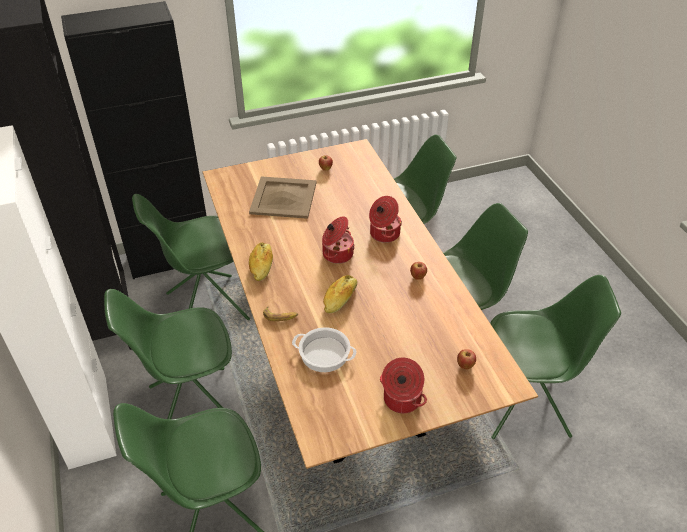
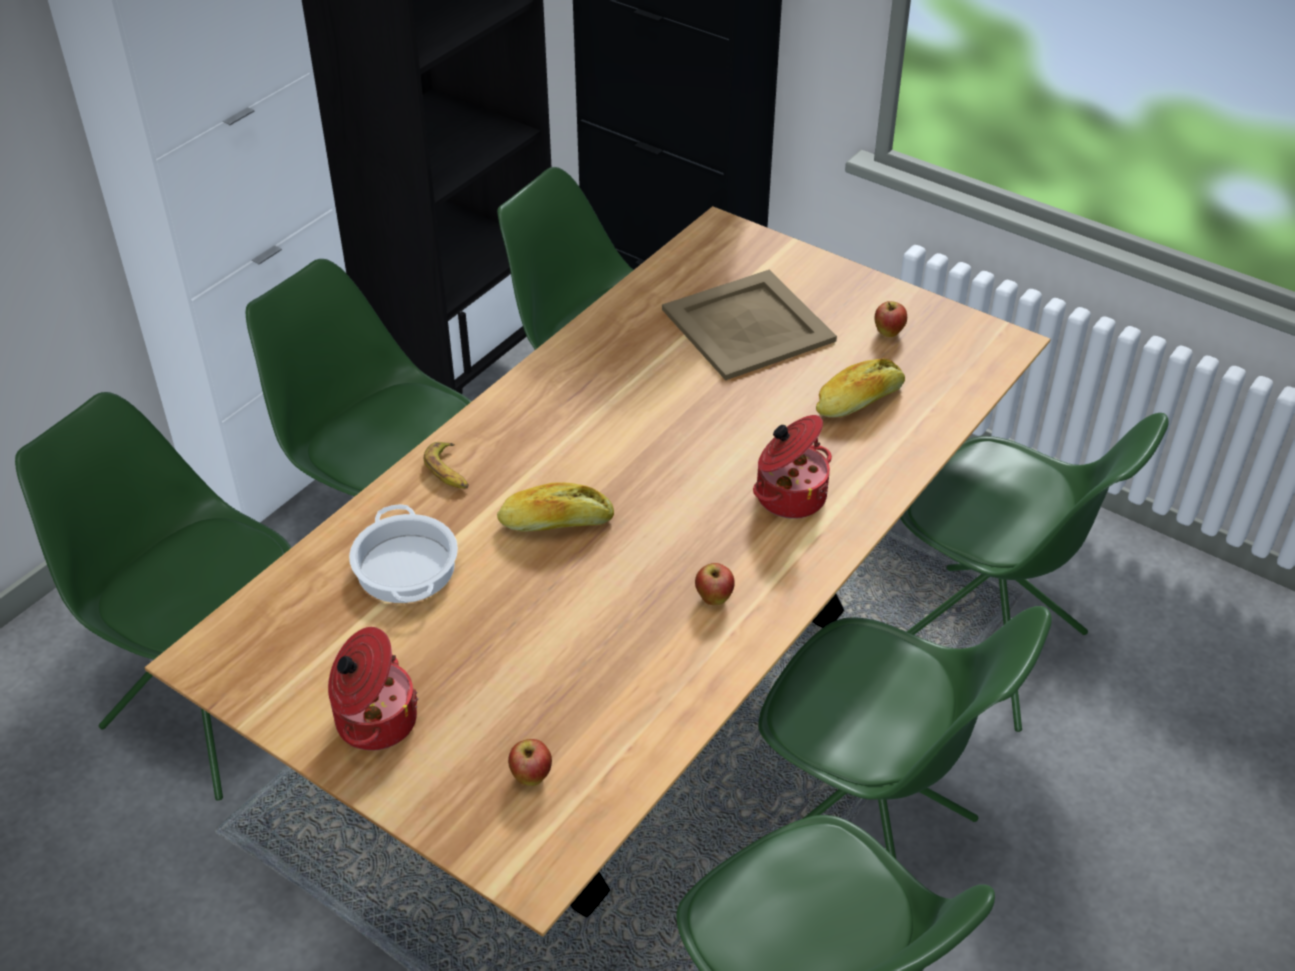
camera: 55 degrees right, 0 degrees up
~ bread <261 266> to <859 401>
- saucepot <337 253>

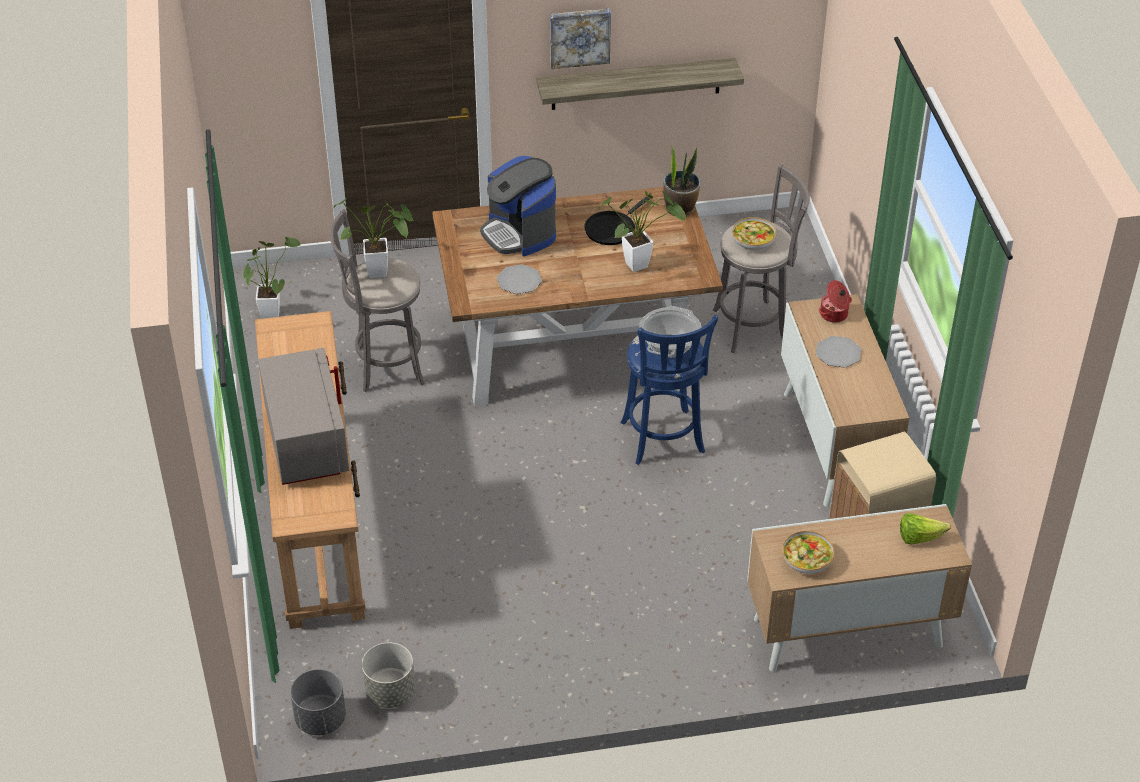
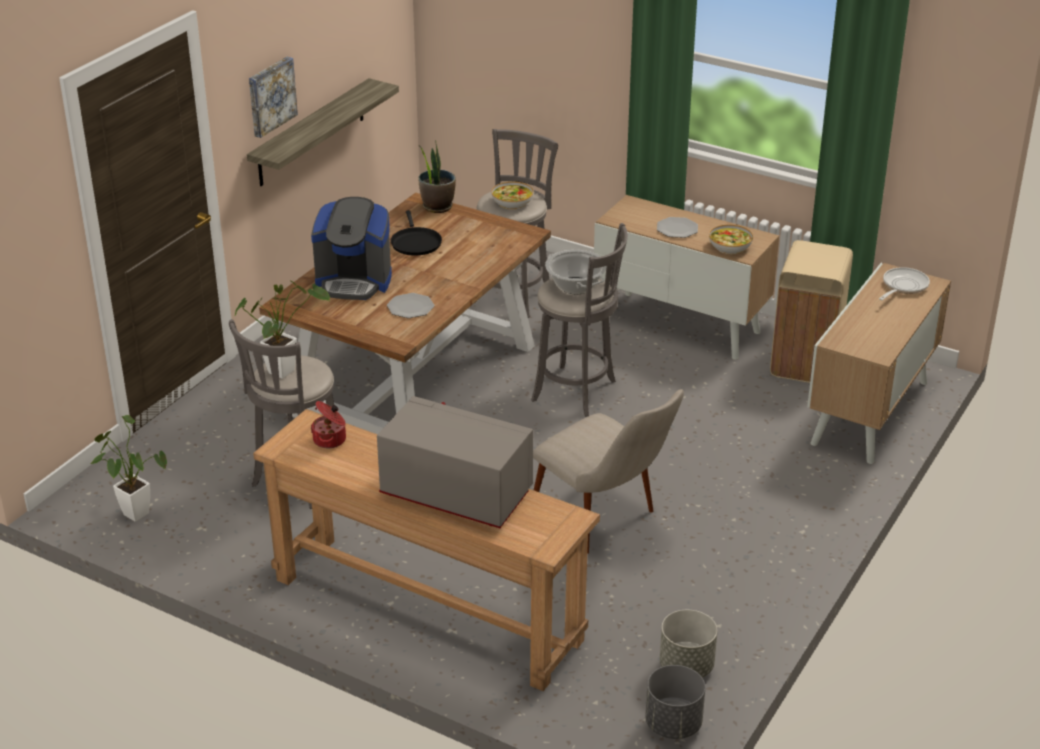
camera: 50 degrees left, 10 degrees down
~ saucepot <834 314> to <330 440>
~ blue-coloured_stool_seat <663 440> to greyish_stool_seat <578 392>
+ beige-coloured_plain_chair <606 523>
~ bowl <807 560> to <730 247>
~ lettuce_head <919 538> to frying_pan <903 286>
- houseplant <641 264>

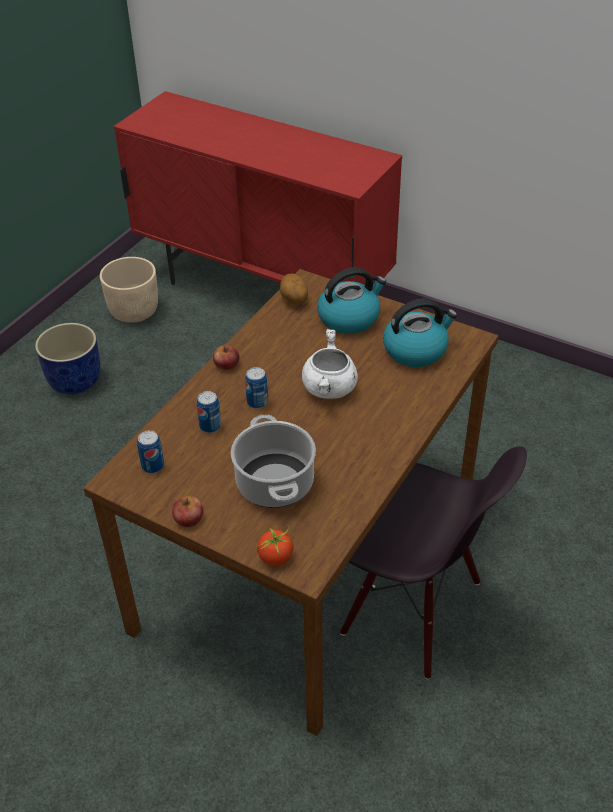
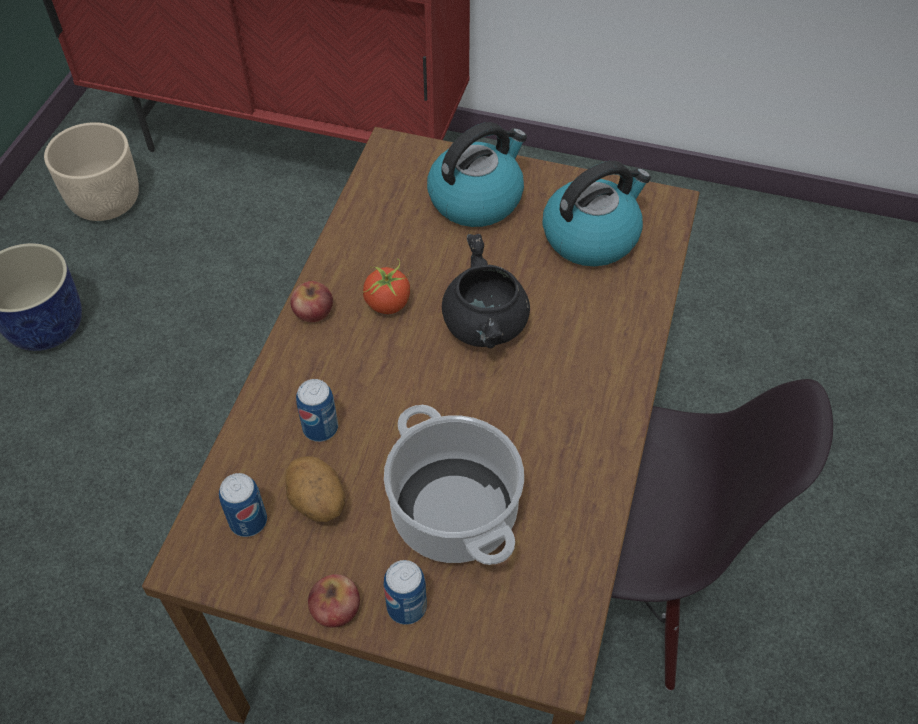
camera: 15 degrees left, 10 degrees up
~ potato <293 300> to <316 502>
~ fresh_tomato <276 557> to <388 303>
~ sealed_can <257 402> to <406 606>
~ white-coloured_saucepot <330 389> to black_saucepot <486 326>

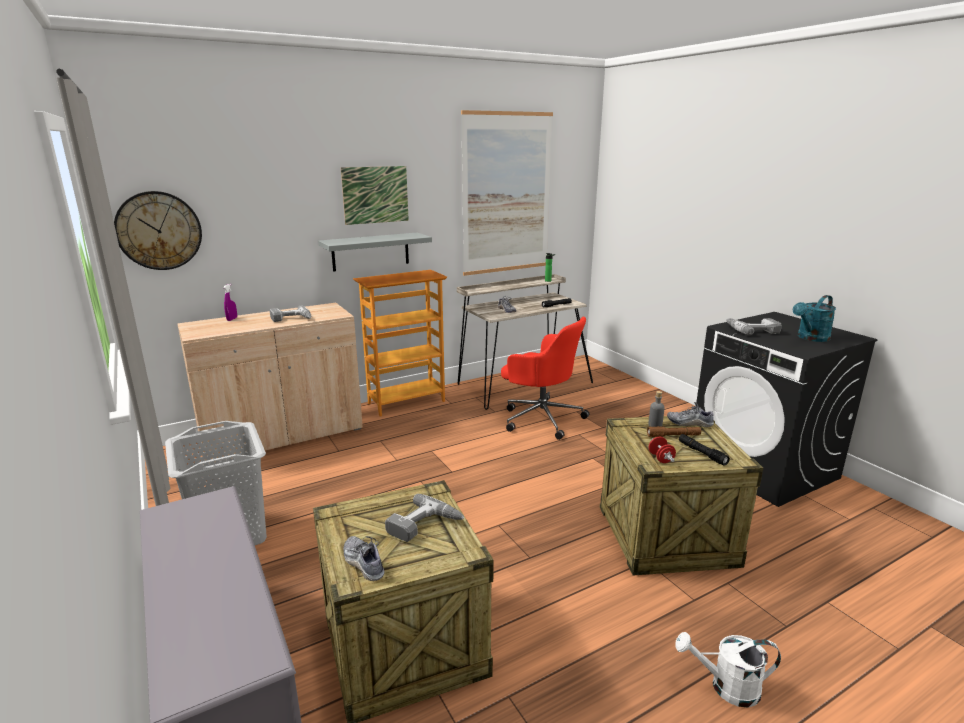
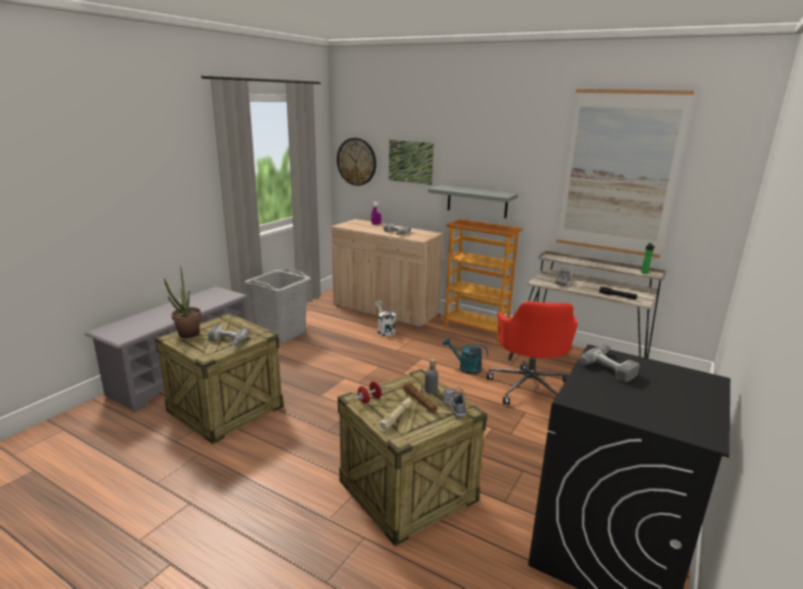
camera: 60 degrees right, 0 degrees up
~ item_of_footwear <363 563> to houseplant <187 336>
~ white-coloured_watering_pot <726 687> to <384 330>
~ black_hand_torch <701 453> to beige-coloured_hand_torch <396 417>
~ wall_picture <375 195> to <410 162>
~ turquoise_watering_pot <810 338> to <465 368>

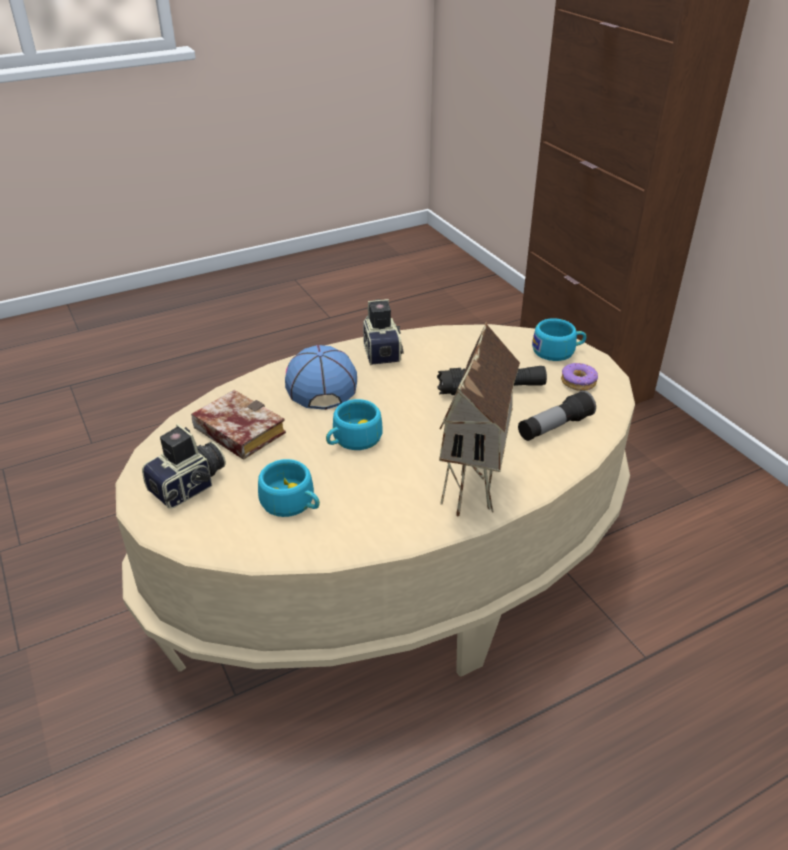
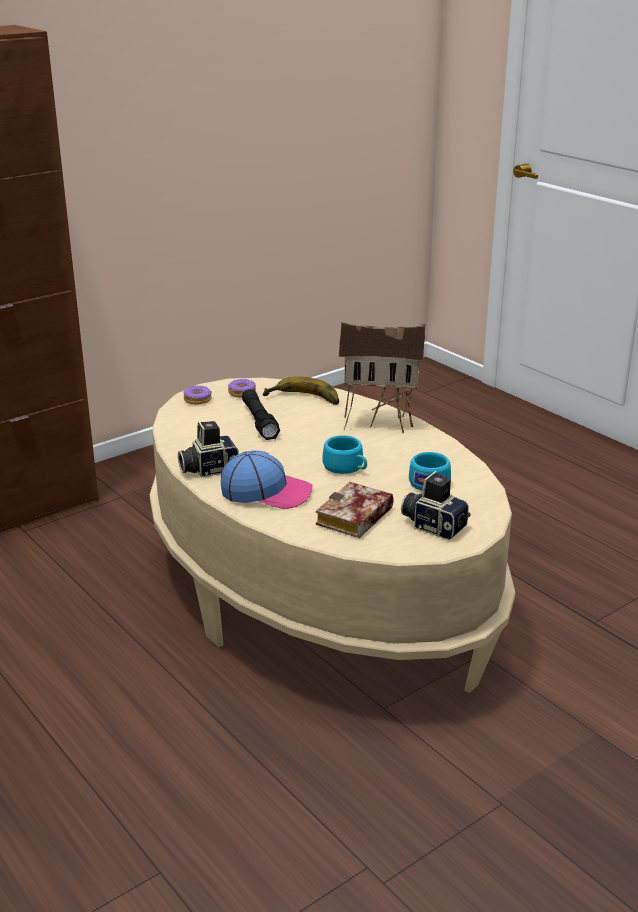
camera: 100 degrees left, 10 degrees down
~ turquoise_cup <558 351> to doughnut <197 400>
~ peaked_cap <319 381> = <266 491> 150 degrees counterclockwise
~ hand_torch <554 427> to banana_fruit <302 400>

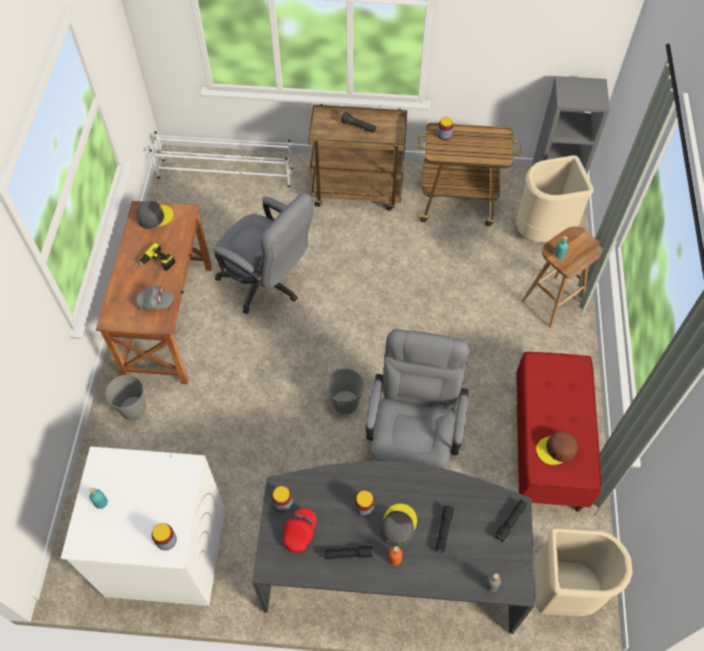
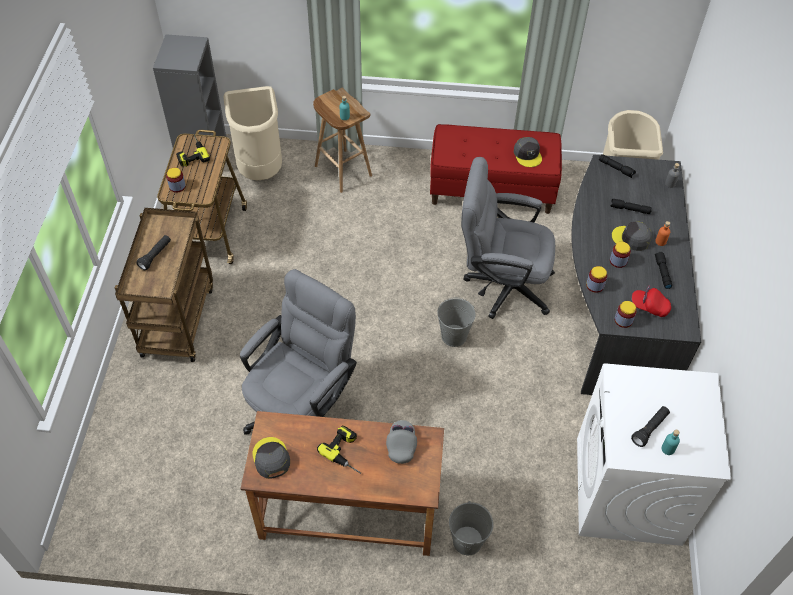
camera: 90 degrees left, 5 degrees down
+ power_drill <191 153>
~ brown-coloured_peaked_cap <556 449> to greyish_peaked_cap <527 154>
~ preserve_jar <166 540> to <595 285>
+ black_hand_torch <649 429>
- white-coloured_shoe_shelf <226 173>

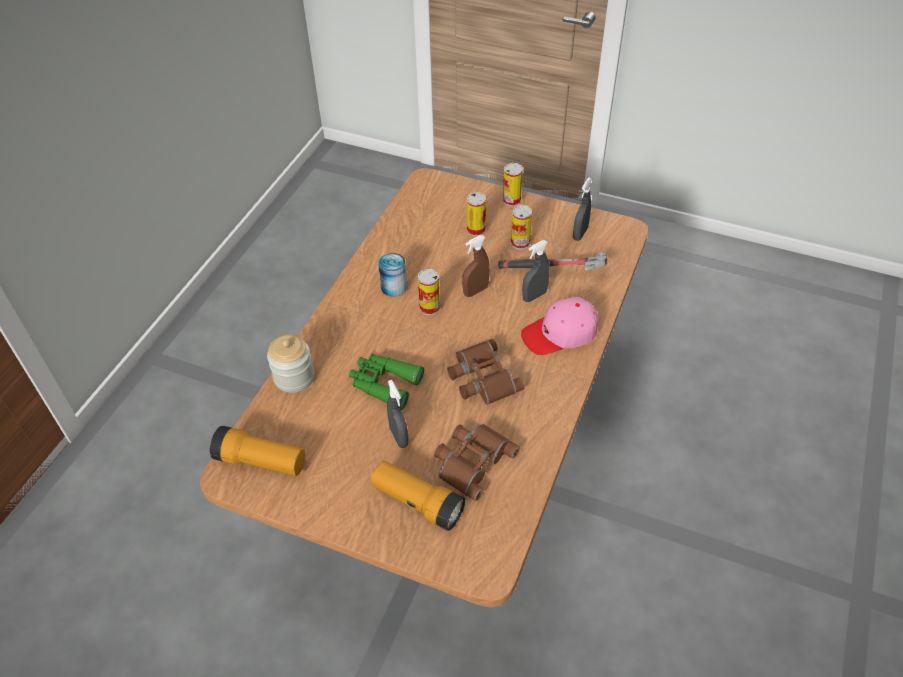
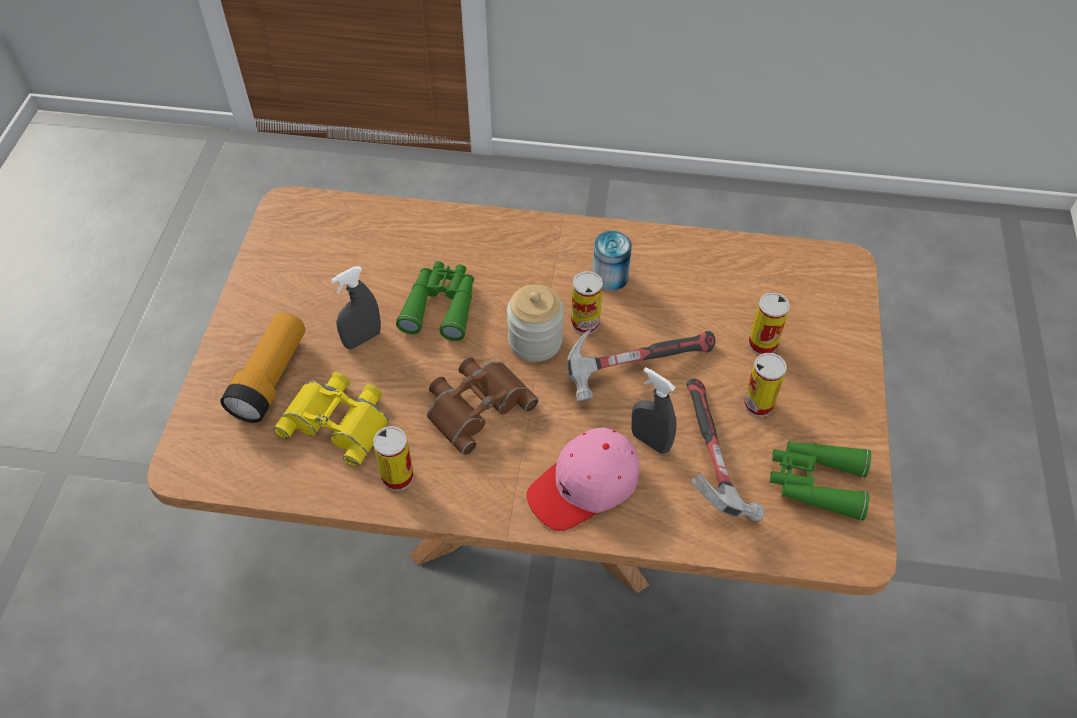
camera: 75 degrees right, 5 degrees up
~ brown-coloured_pair_of_binoculars <472 460> to yellow_pair_of_binoculars <339 420>
~ sealed_can <511 200> to <397 477>
~ preserve_jar <294 377> to <535 341>
~ pink_peaked_cap <560 333> = <584 486> 90 degrees counterclockwise
~ brown-coloured_hand_sprayer <475 291> to hand_hammer <635 368>
~ greyish_hand_sprayer <580 234> to green-coloured_pair_of_binoculars <815 482>
- hand_torch <261 461>

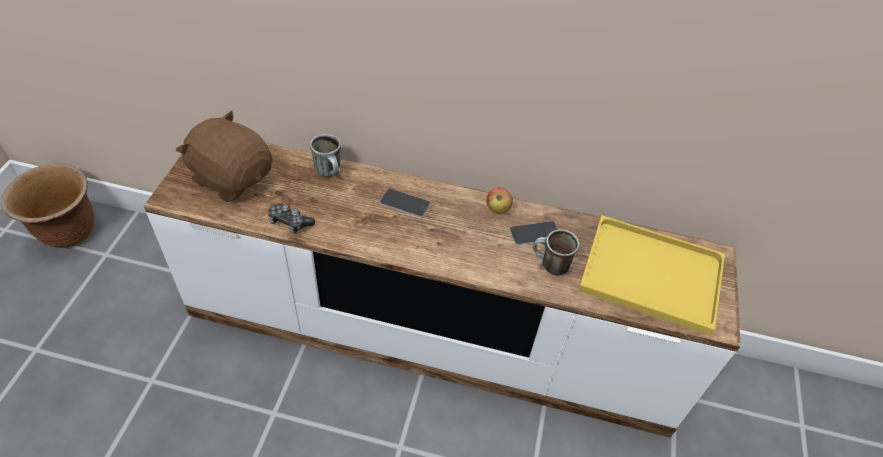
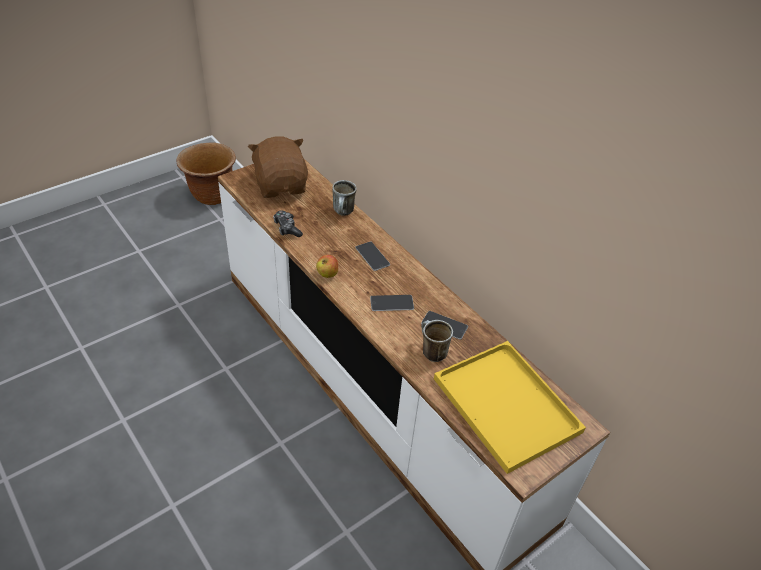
camera: 40 degrees right, 5 degrees down
~ whole_apple <498 209> to <327 274>
+ handset <392 303>

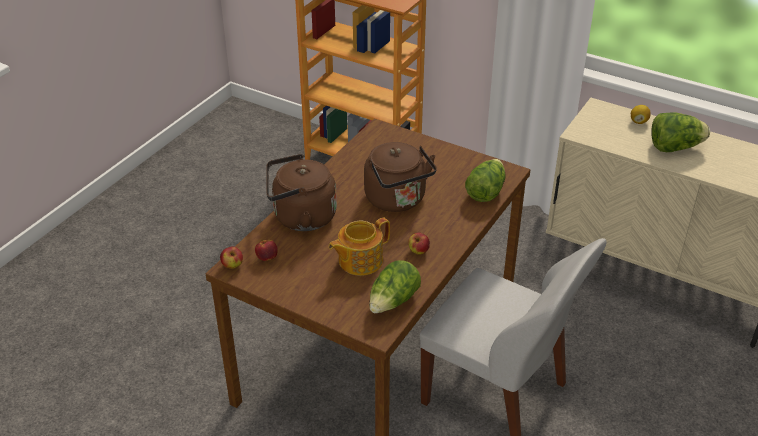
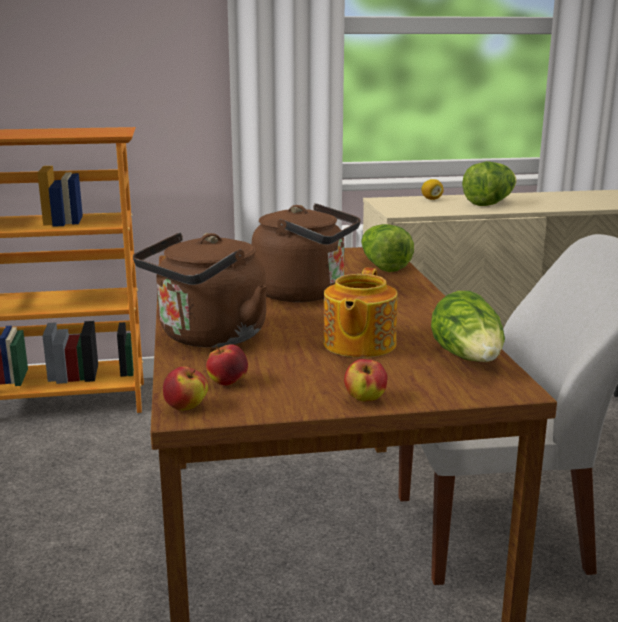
camera: 40 degrees left, 20 degrees down
~ whole_apple <418 251> to <365 399>

